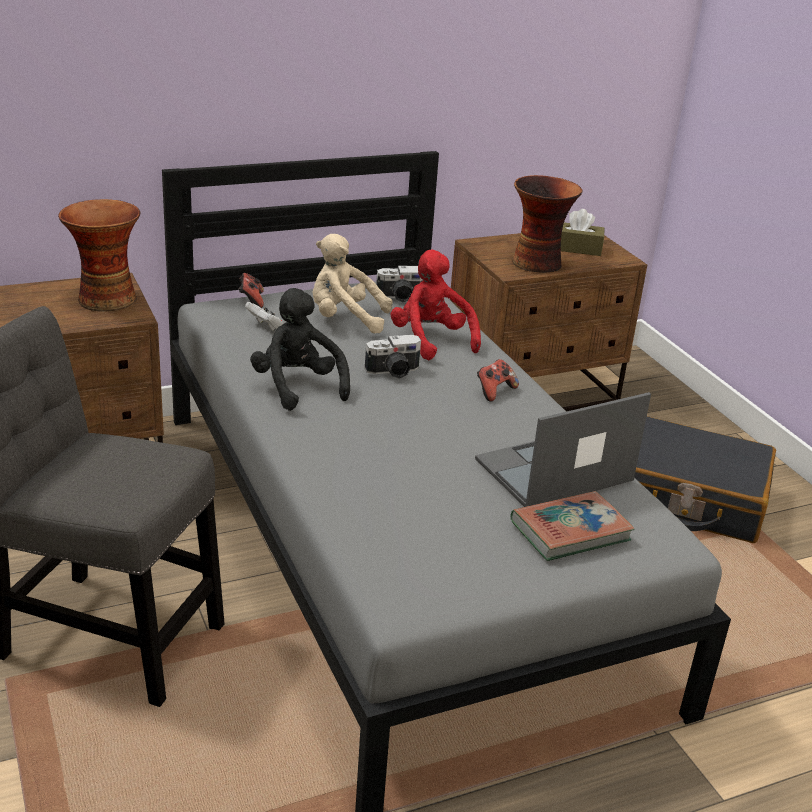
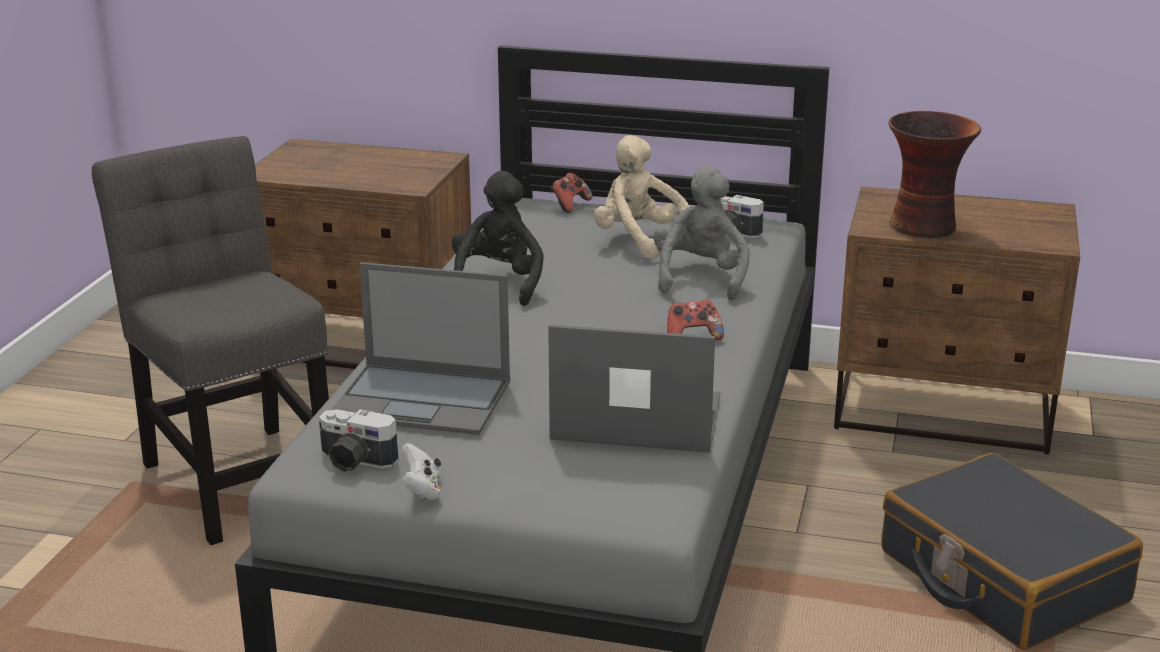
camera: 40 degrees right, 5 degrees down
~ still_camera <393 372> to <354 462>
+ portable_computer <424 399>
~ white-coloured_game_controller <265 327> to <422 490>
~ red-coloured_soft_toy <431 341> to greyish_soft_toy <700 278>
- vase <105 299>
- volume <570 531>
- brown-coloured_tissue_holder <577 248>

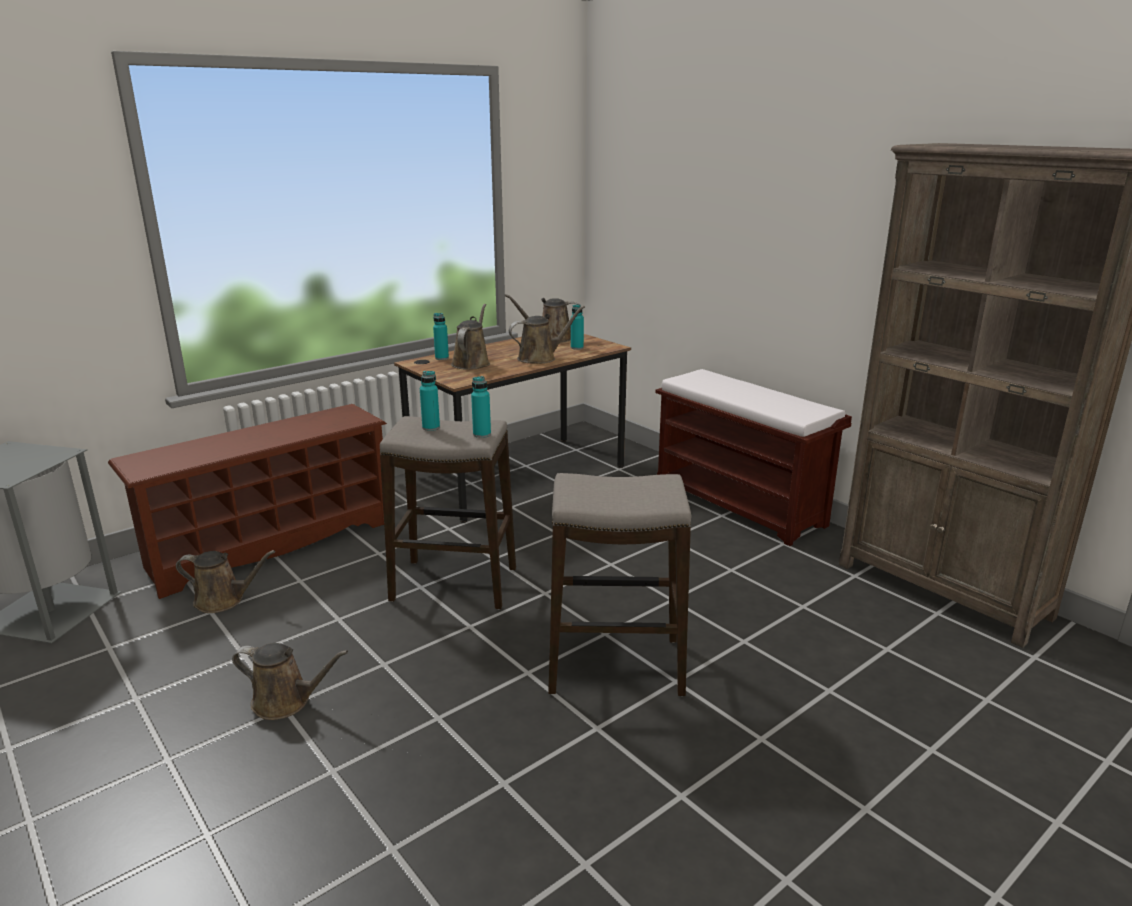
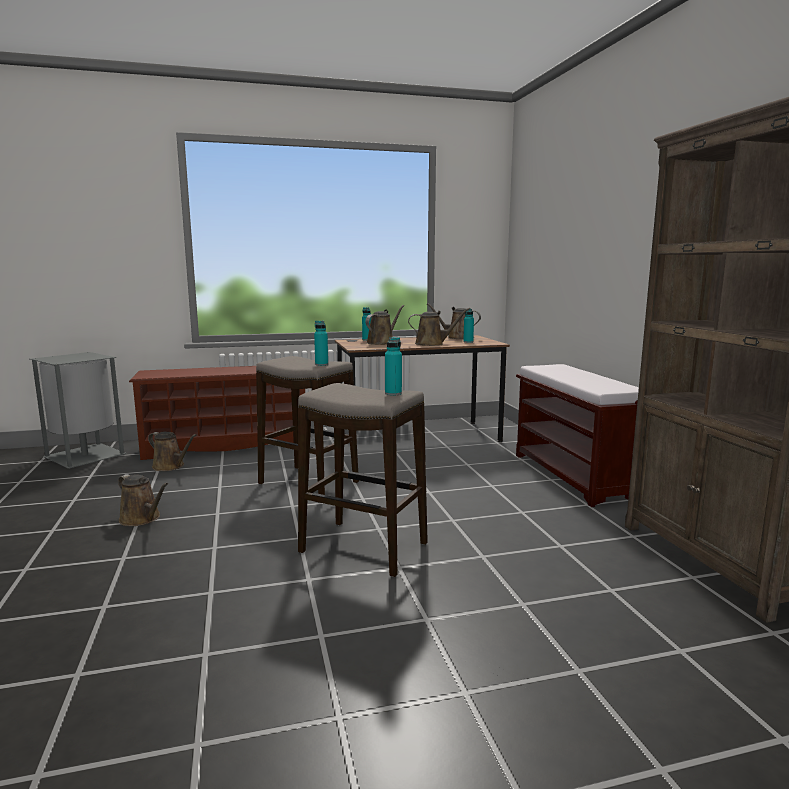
camera: 25 degrees right, 10 degrees down
~ turquoise_beverage_bottle <431 427> to <393 393>

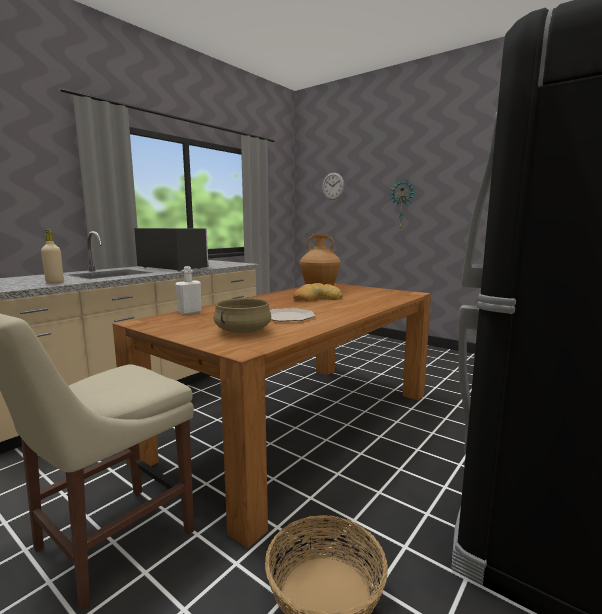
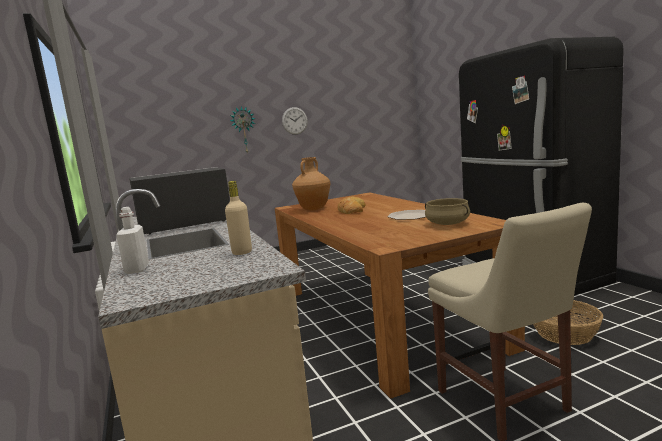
camera: 60 degrees left, 0 degrees up
~ white-coloured_beverage_bottle <189 312> to <137 269>
~ wall_clock <333 186> to <294 121>

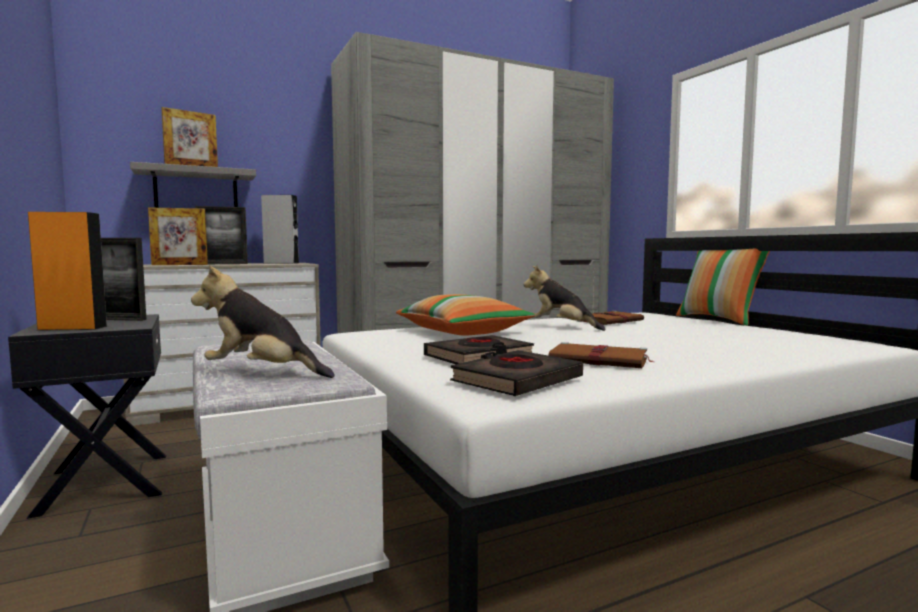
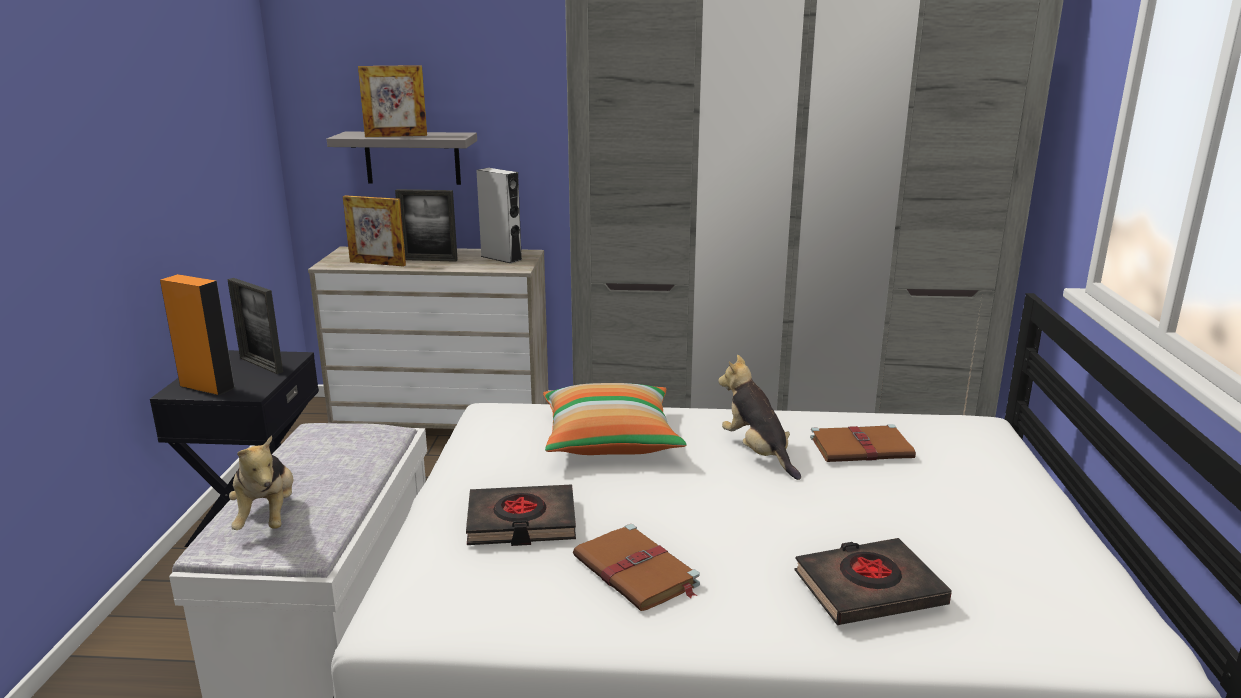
camera: 30 degrees right, 15 degrees up
~ soft_toy <262 374> = <267 517> 150 degrees counterclockwise
~ black_volume <516 381> to <868 589>
- cushion <719 320>

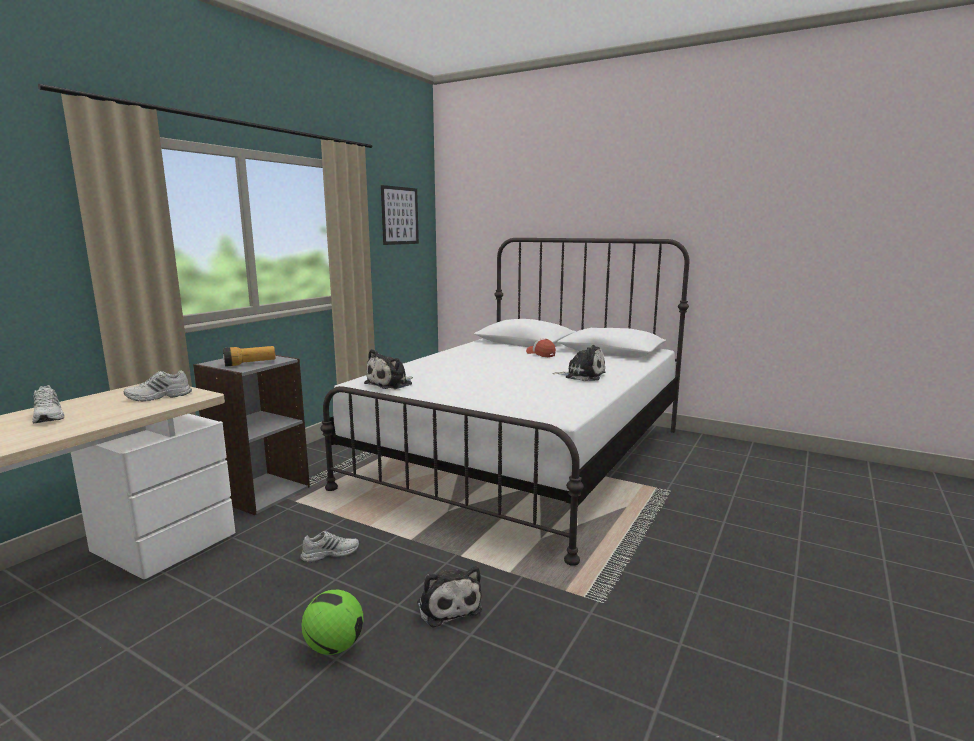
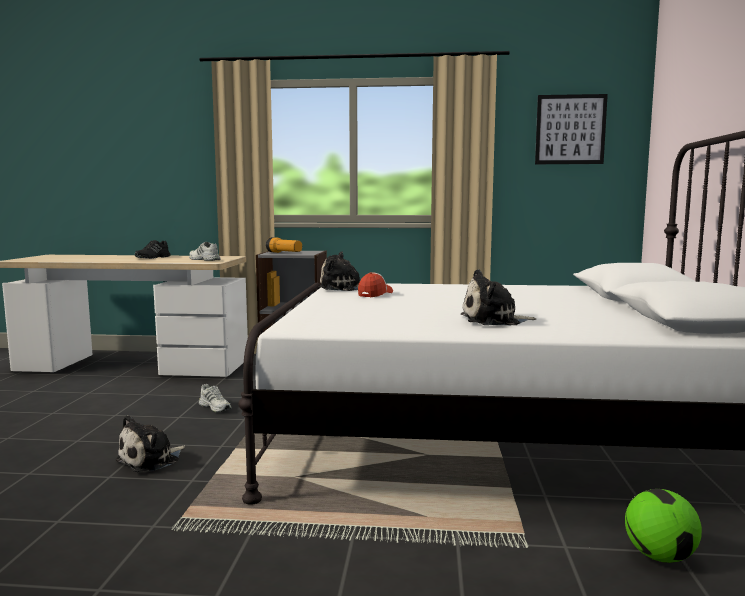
camera: 65 degrees right, 5 degrees down
~ white-coloured_item_of_footwear <49 416> to black_item_of_footwear <153 257>
~ peaked_cap <540 354> to <375 294>
~ soft_toy <582 375> = <494 320> 90 degrees clockwise
~ football_ball <334 646> to <659 556>

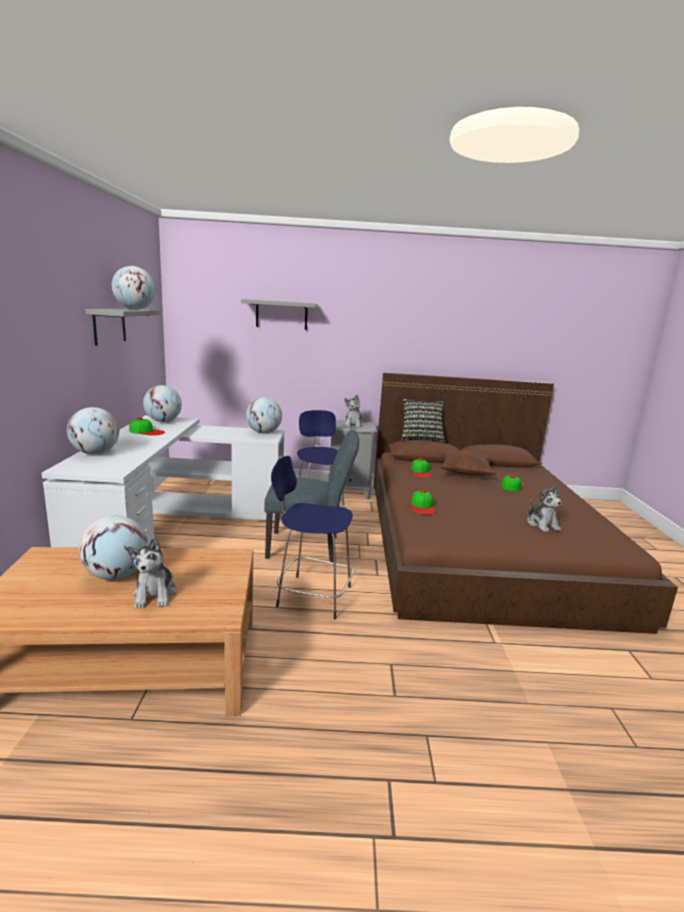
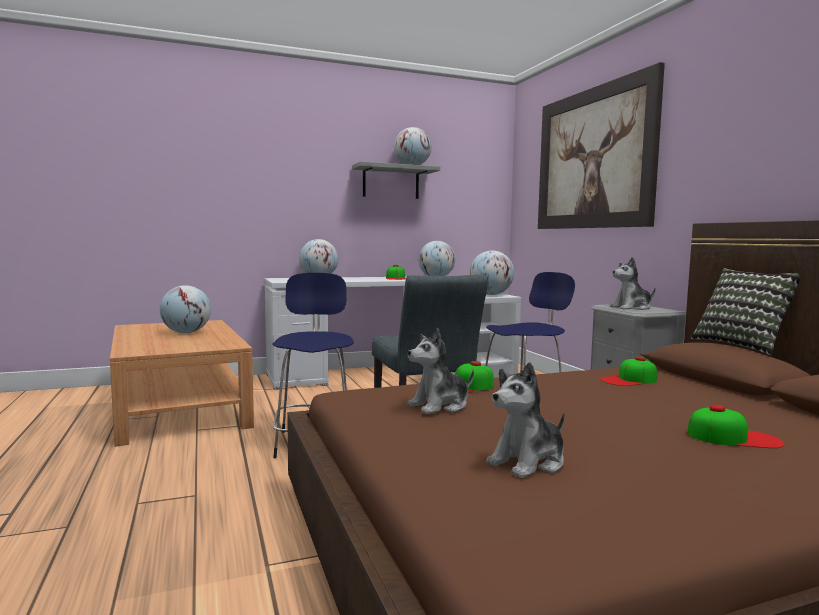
camera: 70 degrees right, 10 degrees down
~ soft_toy <155 594> to <440 406>
~ greyish_wall_shelf <281 315> to wall_picture <593 159>
- brown-coloured_cushion <464 474>

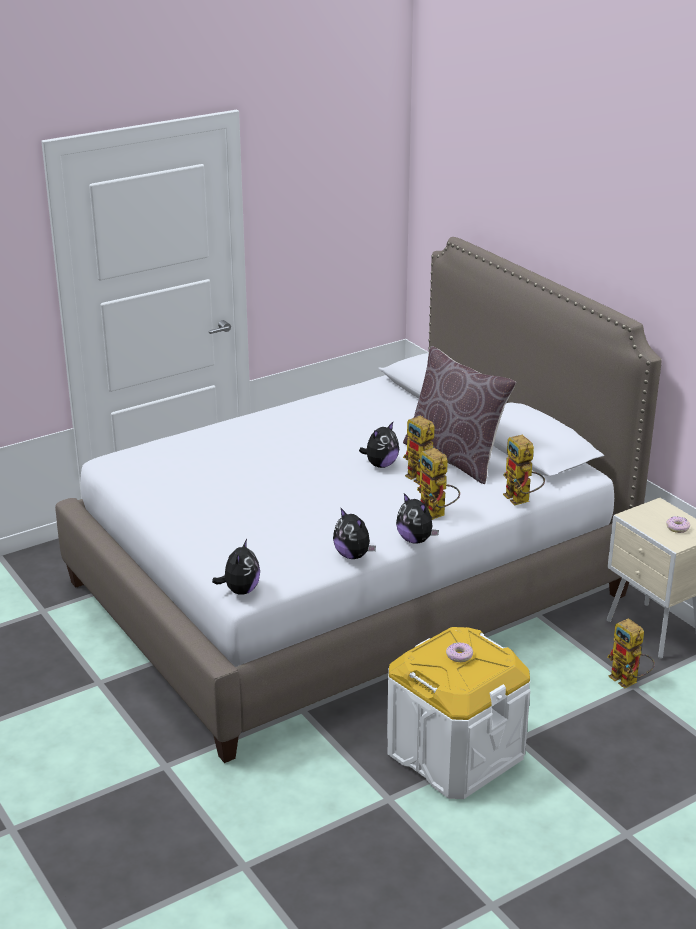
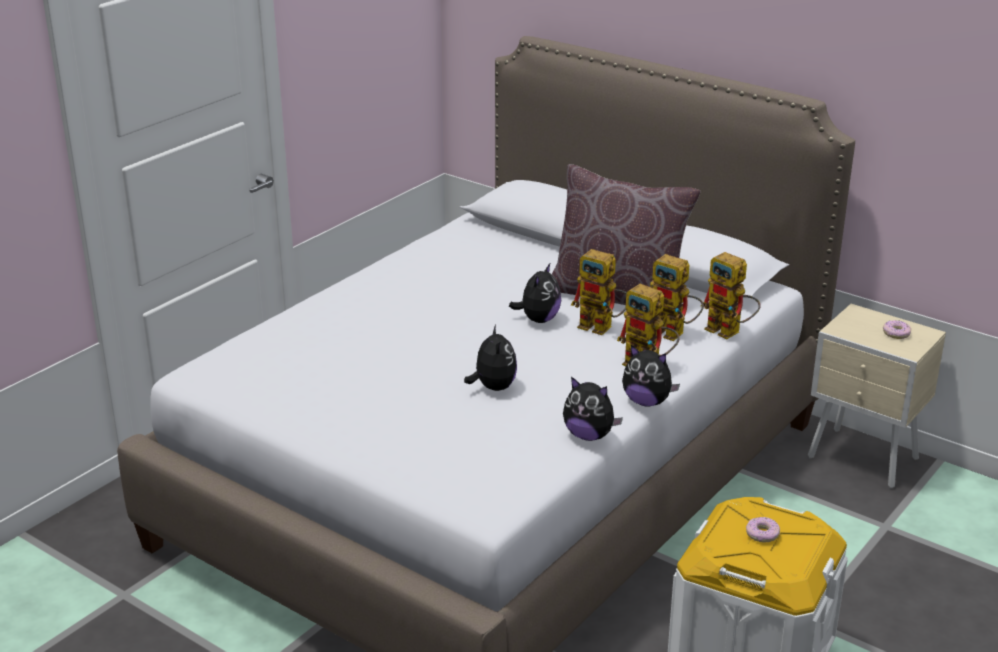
camera: 20 degrees left, 0 degrees up
~ soft_toy <240 590> to <493 387>
~ toy_robot <629 681> to <674 333>

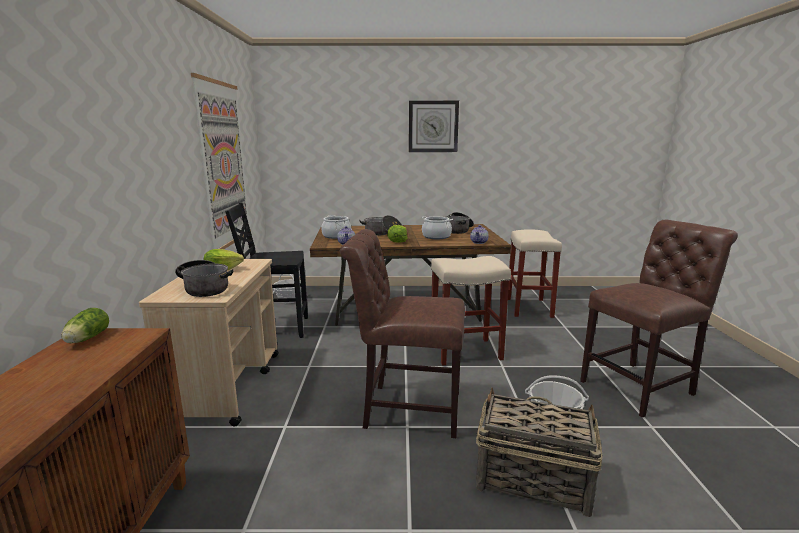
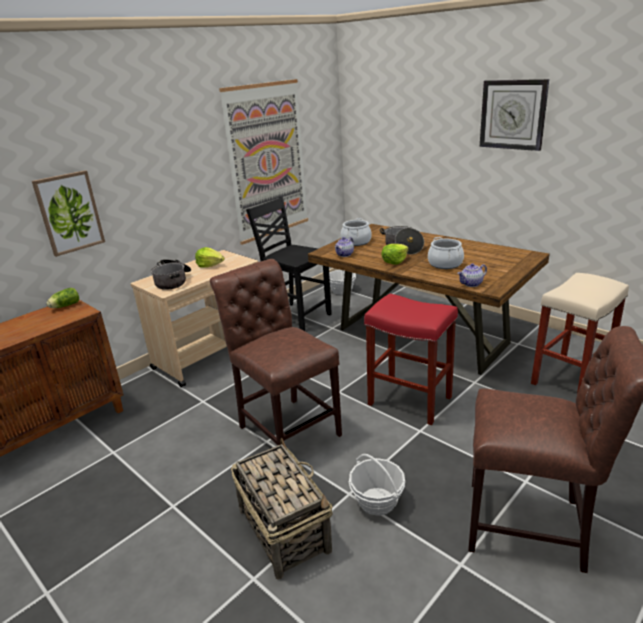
camera: 45 degrees right, 10 degrees up
+ wall_picture <69 213>
~ beige-coloured_stool_seat <464 352> to red-coloured_stool_seat <408 401>
- saucepot <458 230>

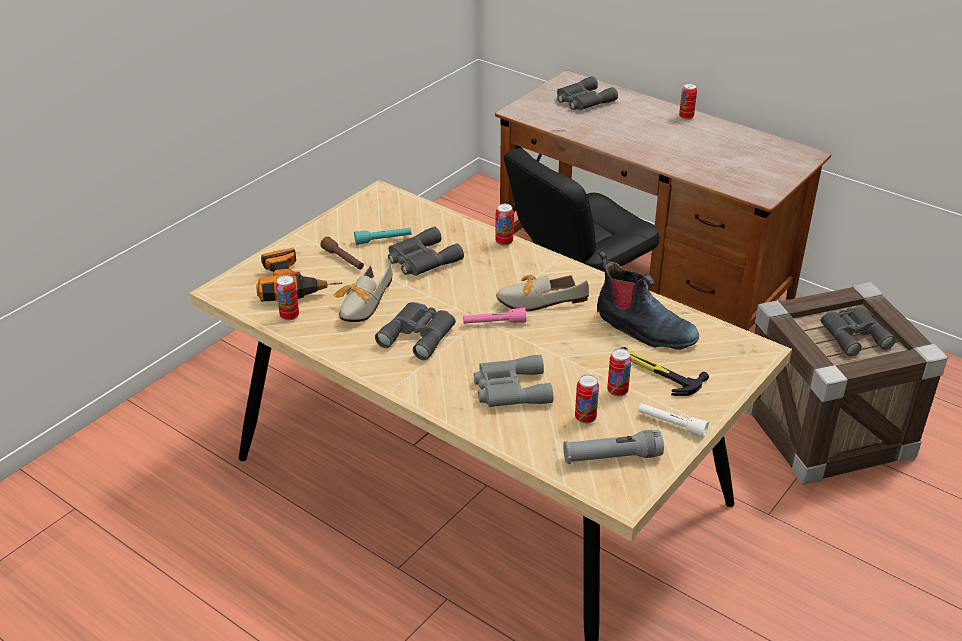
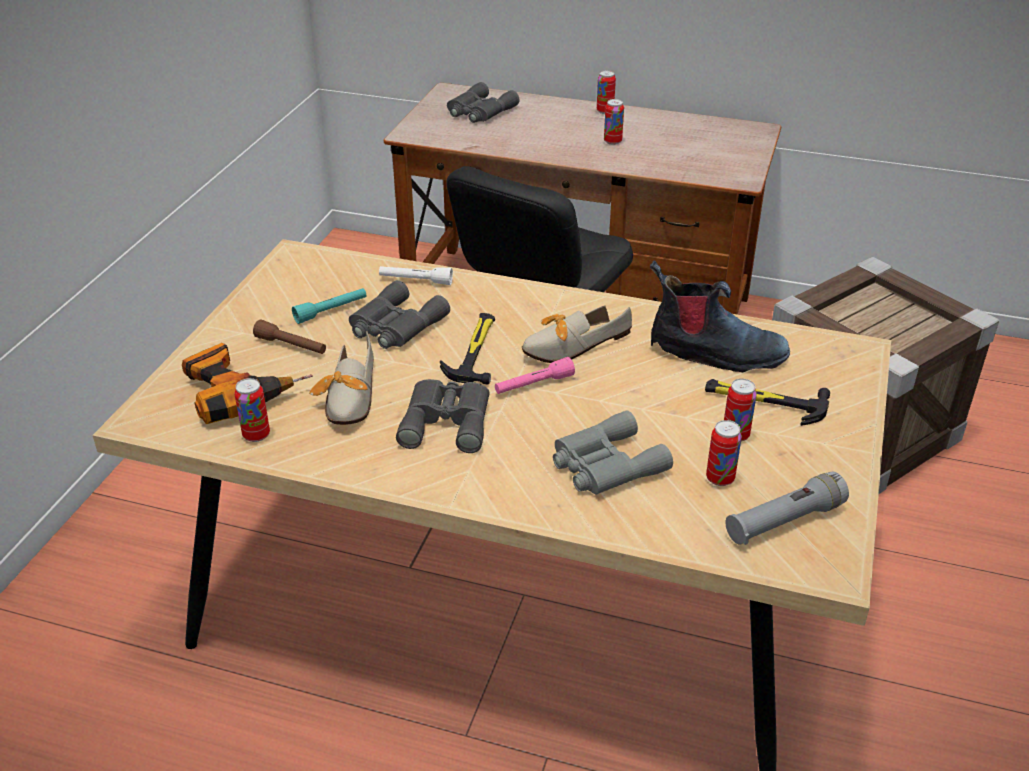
camera: 20 degrees left, 0 degrees up
~ white-coloured_hand_torch <671 424> to <415 281>
+ hand_hammer <475 350>
~ sealed_can <504 242> to <612 141>
- greyish_pair_of_binoculars <852 334>

